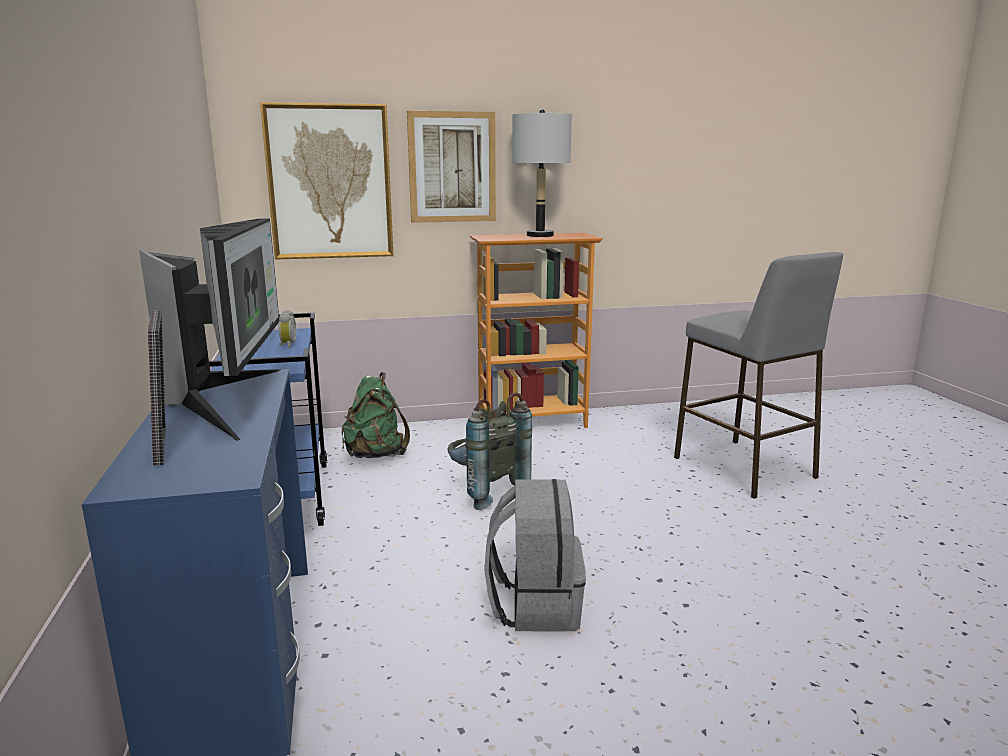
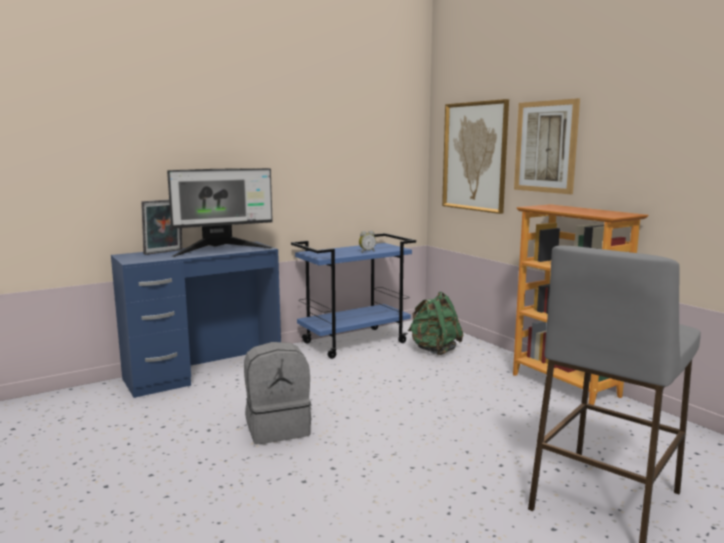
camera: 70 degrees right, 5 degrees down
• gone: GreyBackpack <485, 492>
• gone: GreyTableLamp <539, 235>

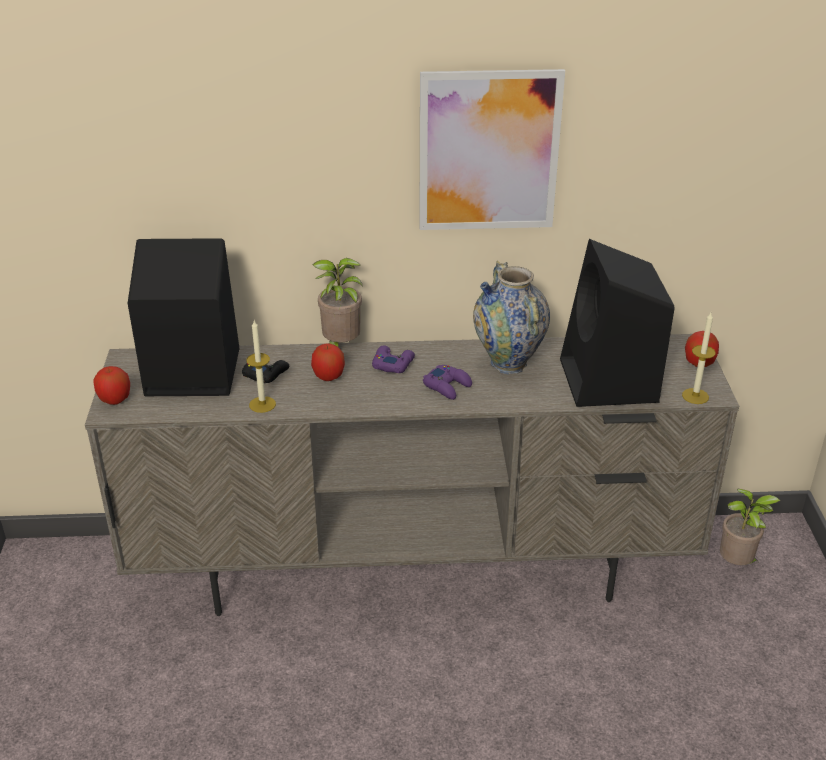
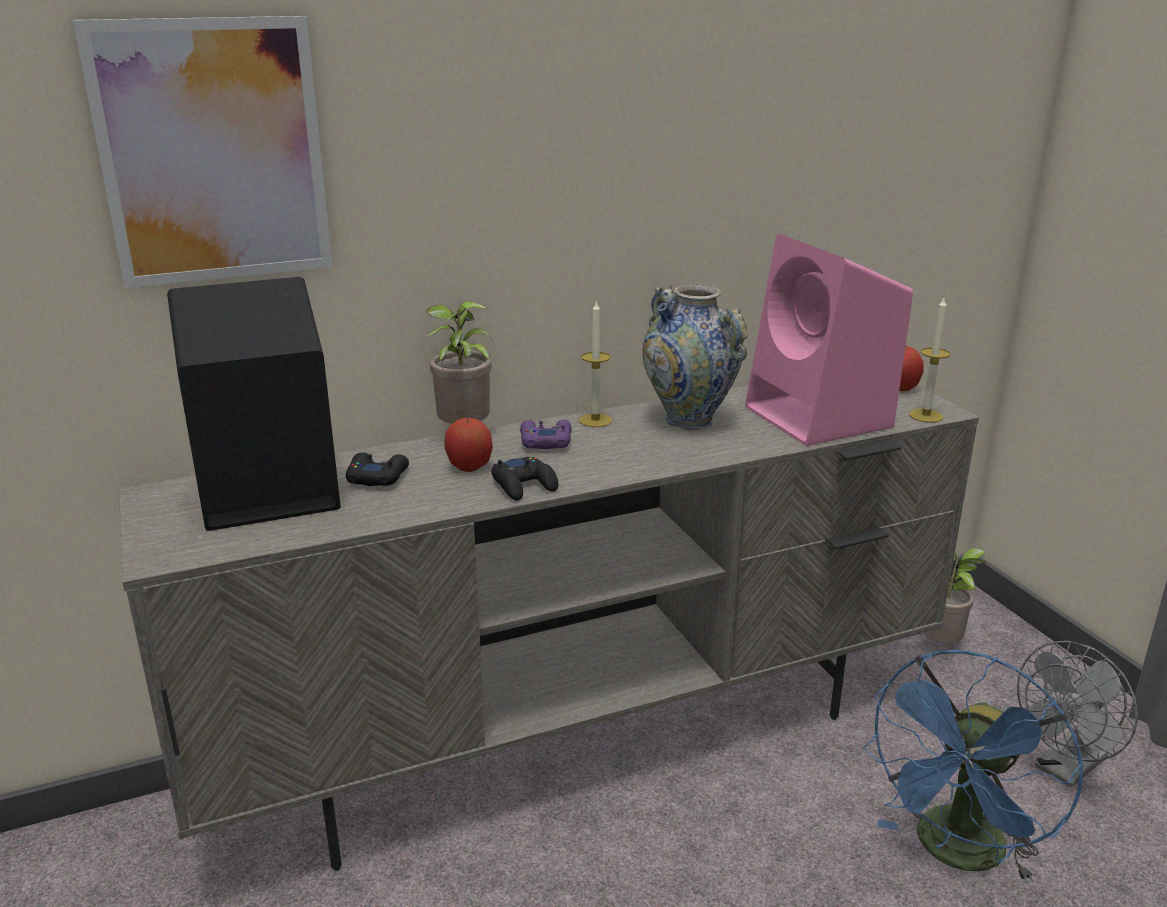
camera: 20 degrees left, 10 degrees down
• gone: Apple <114, 399>
• gone: PurpleGameController <447, 386>
• new: BlackGameController <524, 485>
• new: BlueFan <957, 854>
• new: GreyFan <1065, 769>
• shifted: Candle <262, 404> to <595, 420>
• shifted: Picture <488, 151> to <213, 153>
• repainted: BlackSpeaker <610, 382> to PinkSpeaker <821, 418>

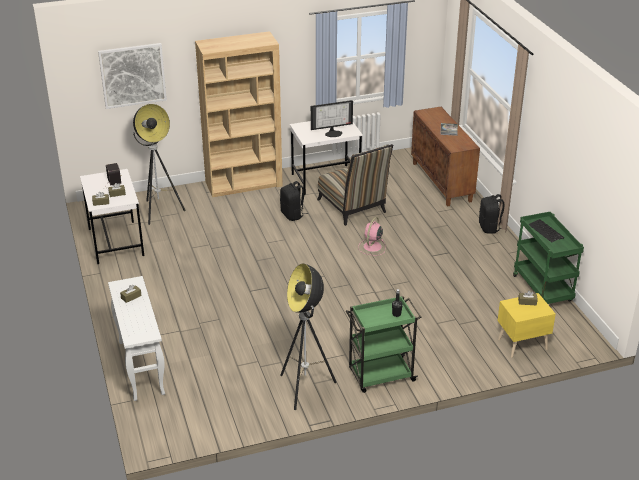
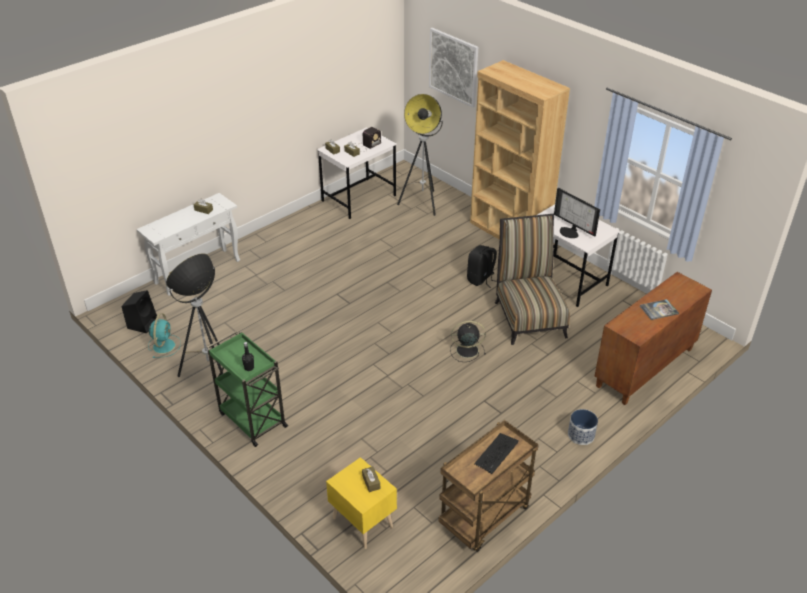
camera: 65 degrees right, 5 degrees up
• new: BlackSpeaker <143, 323>
• new: TurquoiseFan <164, 345>
• swapped: BlackBackpack <489, 228> to Planter <581, 435>
• repainted: PinkFan <372, 247> to BlackFan <466, 350>
• repainted: GreenCart <543, 289> to BrownCart <484, 518>
• rotated: Chair <353, 208> = <528, 316> 135 degrees clockwise

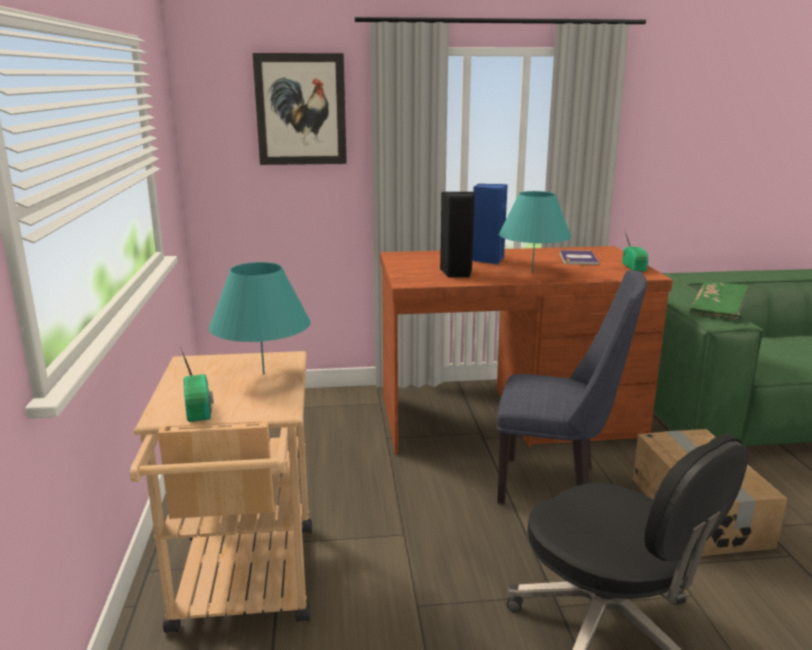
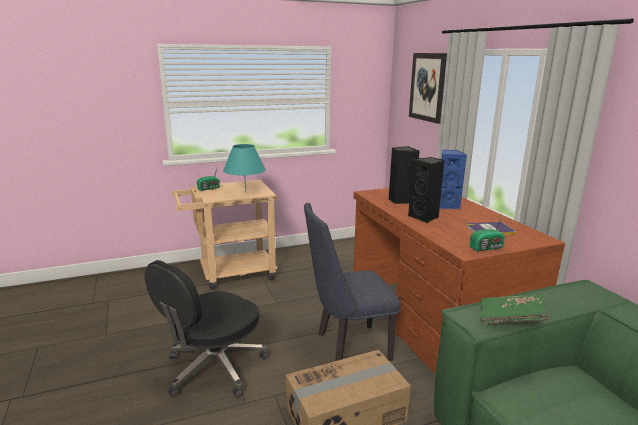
camera: 75 degrees right, 0 degrees up
• swapped: TurquoiseTableLamp <532, 273> to BlackSpeaker <424, 217>
• rotated: BlueChair <557, 486> = <347, 348> 75 degrees clockwise

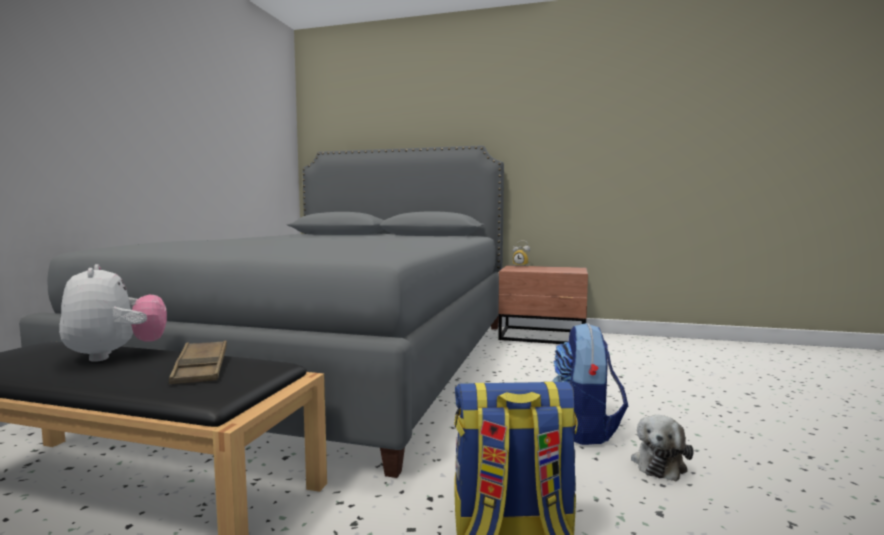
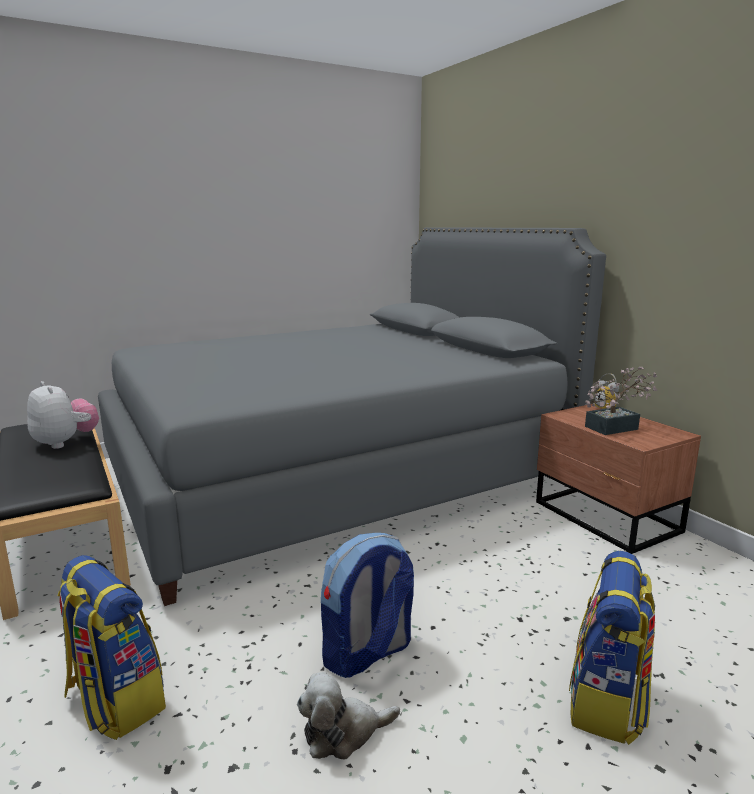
camera: 45 degrees right, 10 degrees up
• gone: BrownTray <201, 368>
• new: Backpack <607, 702>
• new: PottedPlant <616, 427>
• rotated: PlushToy <116, 355> = <65, 443> 60 degrees counterclockwise

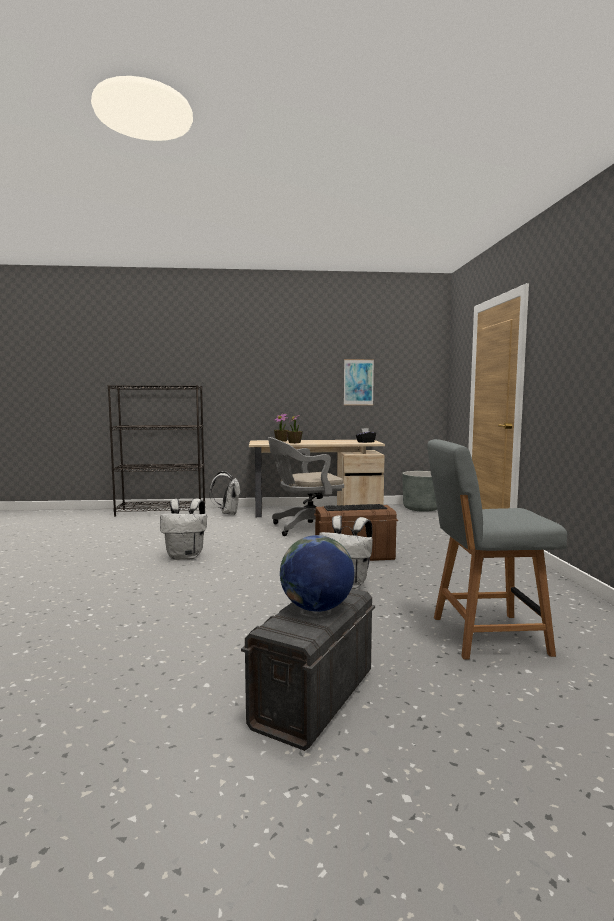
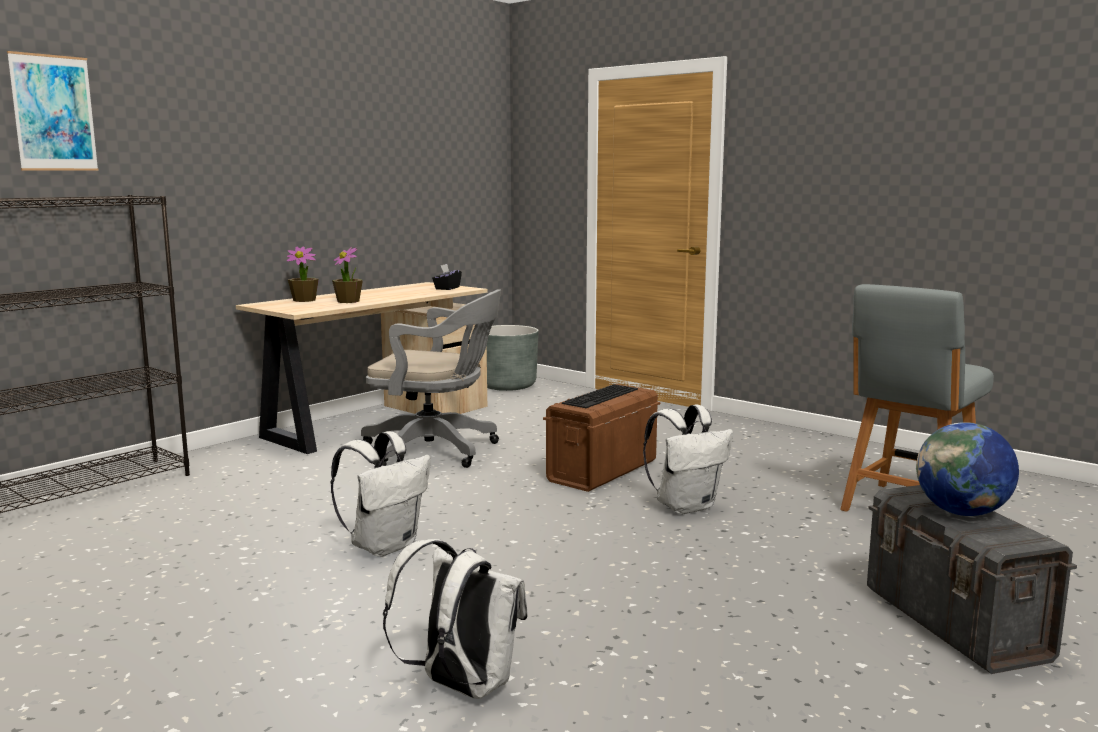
camera: 45 degrees left, 5 degrees up
• shifted: WhiteBackpack <228, 513> to <461, 686>
• shifted: Picture <358, 382> to <54, 113>
• rotated: GreyOfficeChair <306, 528> = <437, 451> 105 degrees counterclockwise

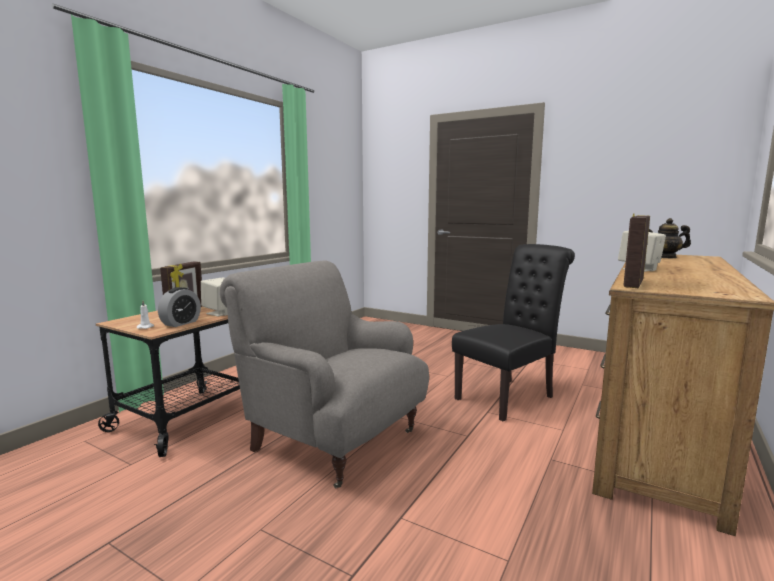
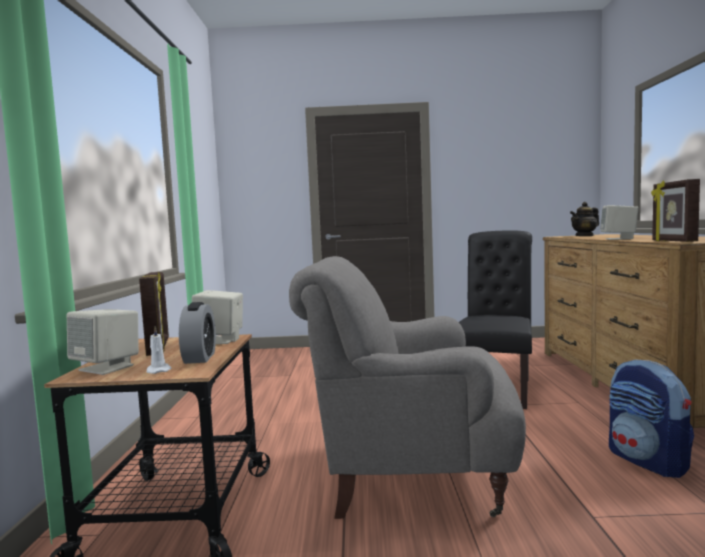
camera: 30 degrees left, 5 degrees down
• new: BeigeSpeaker <107, 368>
• new: Backpack <648, 461>

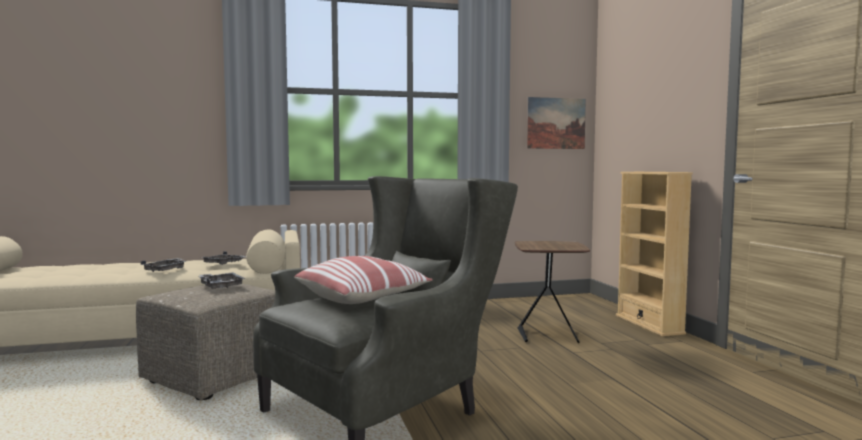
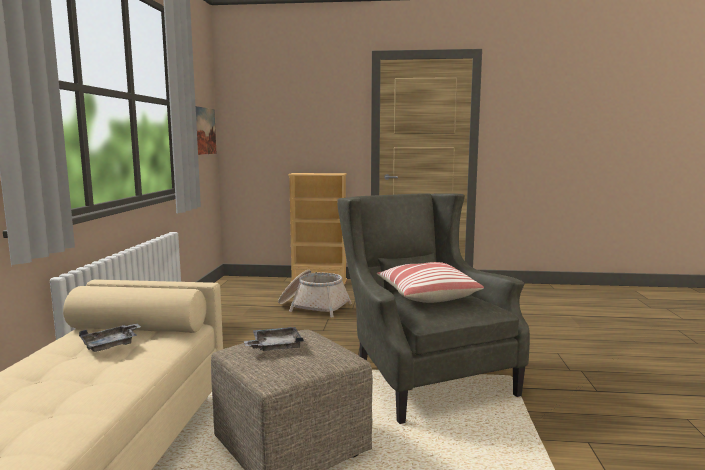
camera: 70 degrees left, 5 degrees up
• gone: GreyTray <166, 270>
• swapped: BrownSideTable <549, 336> to Basket <313, 307>

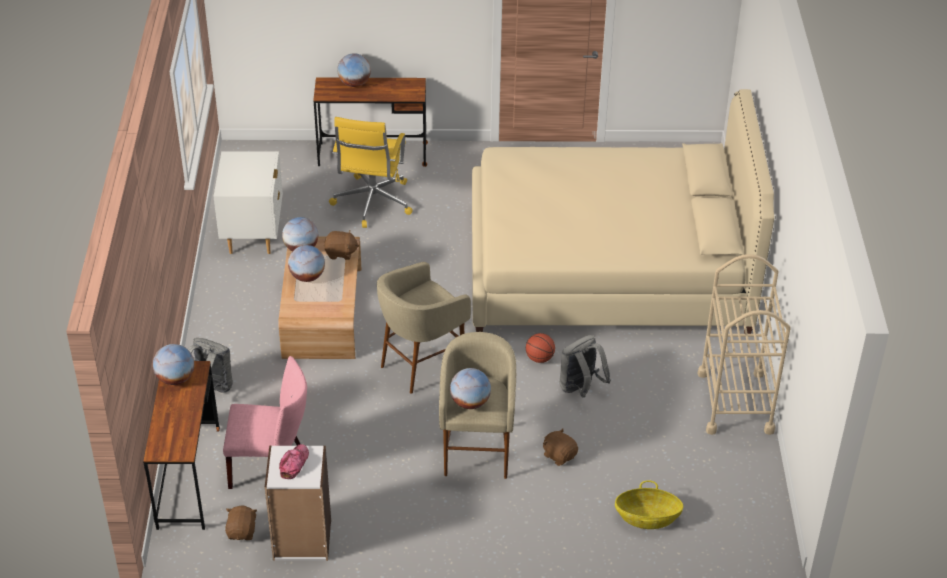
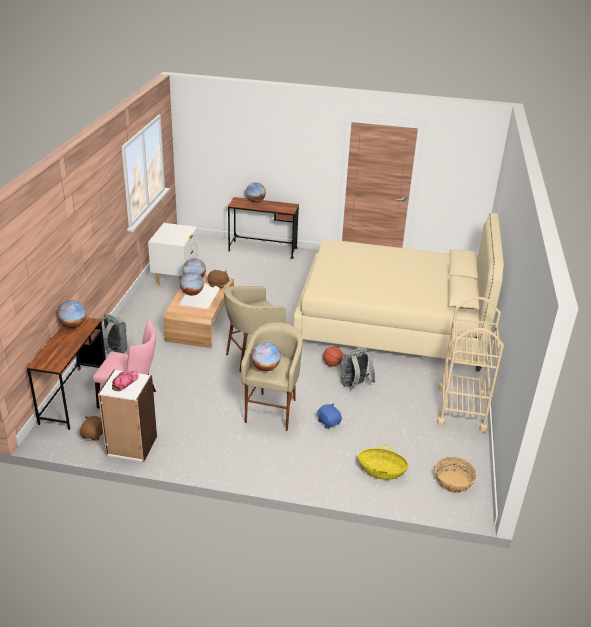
camera: 10 degrees right, 10 degrees down
• gone: YellowOfficeChair <372, 203>
• new: Basket <453, 482>
• repainted: BrownPlushToy <559, 455> to BluePlushToy <328, 422>

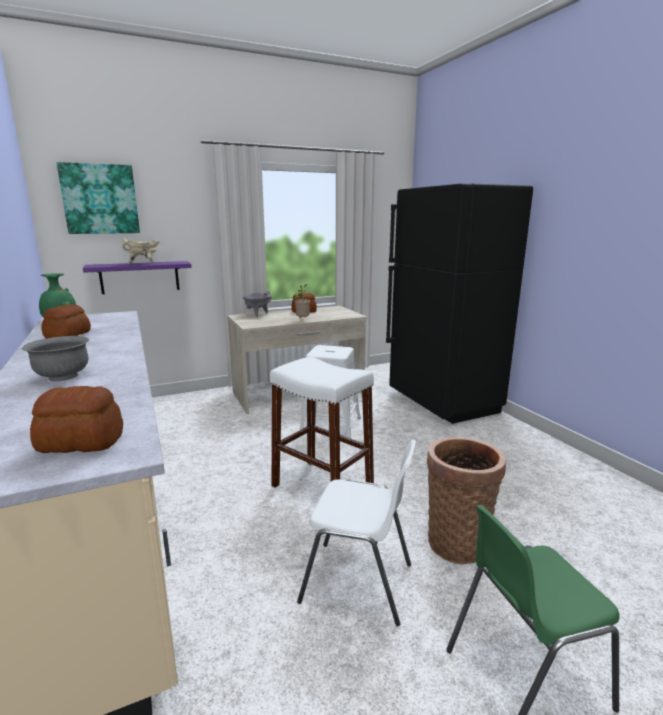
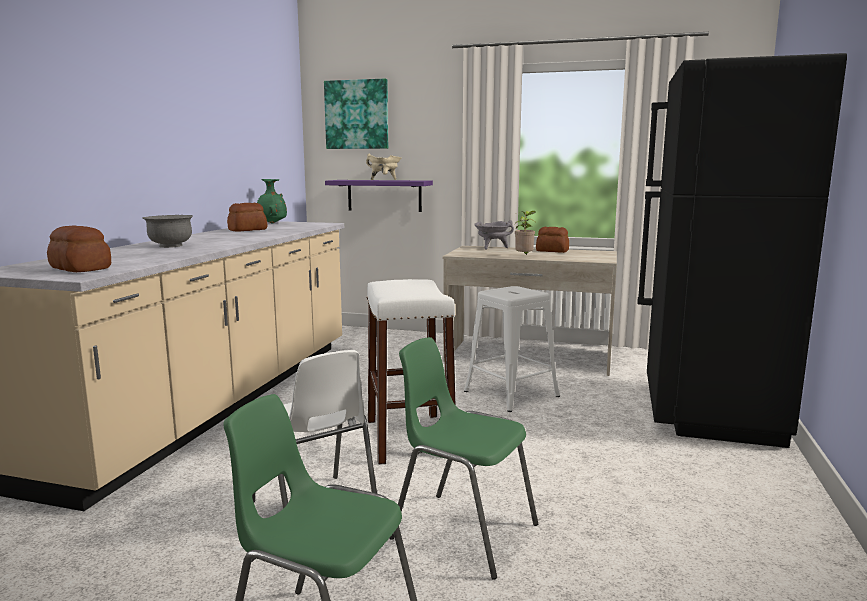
camera: 40 degrees right, 5 degrees down
• swapped: Basket <457, 541> to GreenChair <462, 531>

